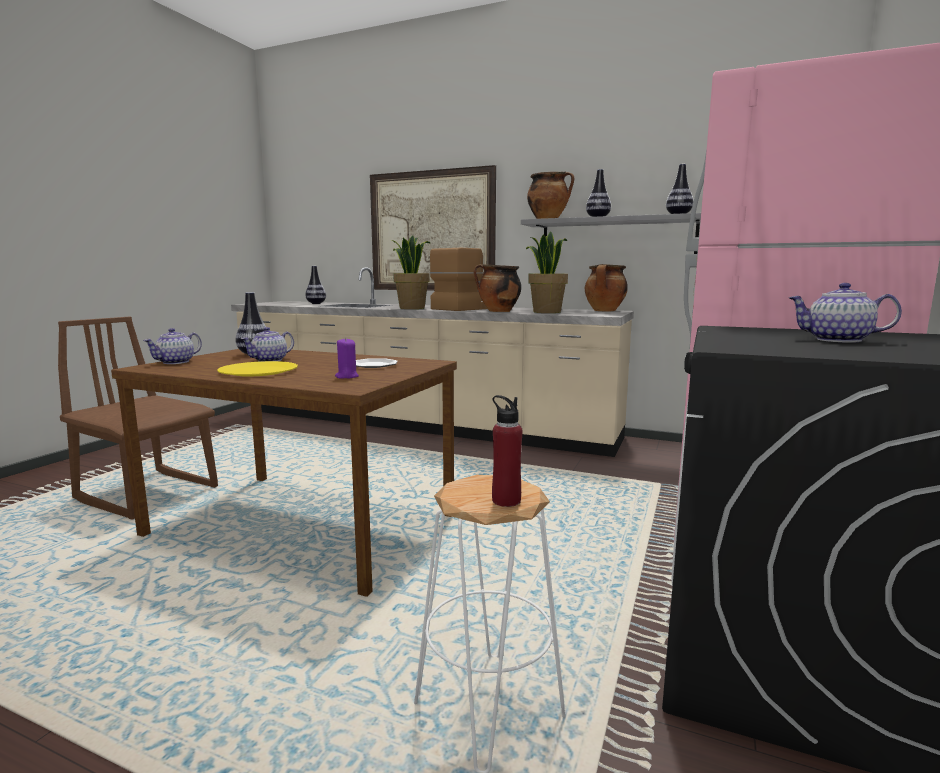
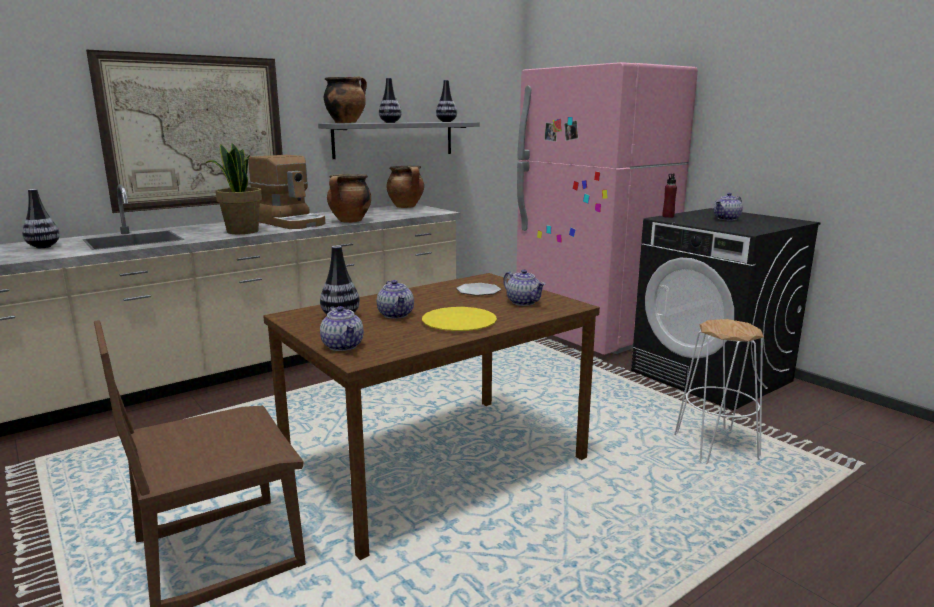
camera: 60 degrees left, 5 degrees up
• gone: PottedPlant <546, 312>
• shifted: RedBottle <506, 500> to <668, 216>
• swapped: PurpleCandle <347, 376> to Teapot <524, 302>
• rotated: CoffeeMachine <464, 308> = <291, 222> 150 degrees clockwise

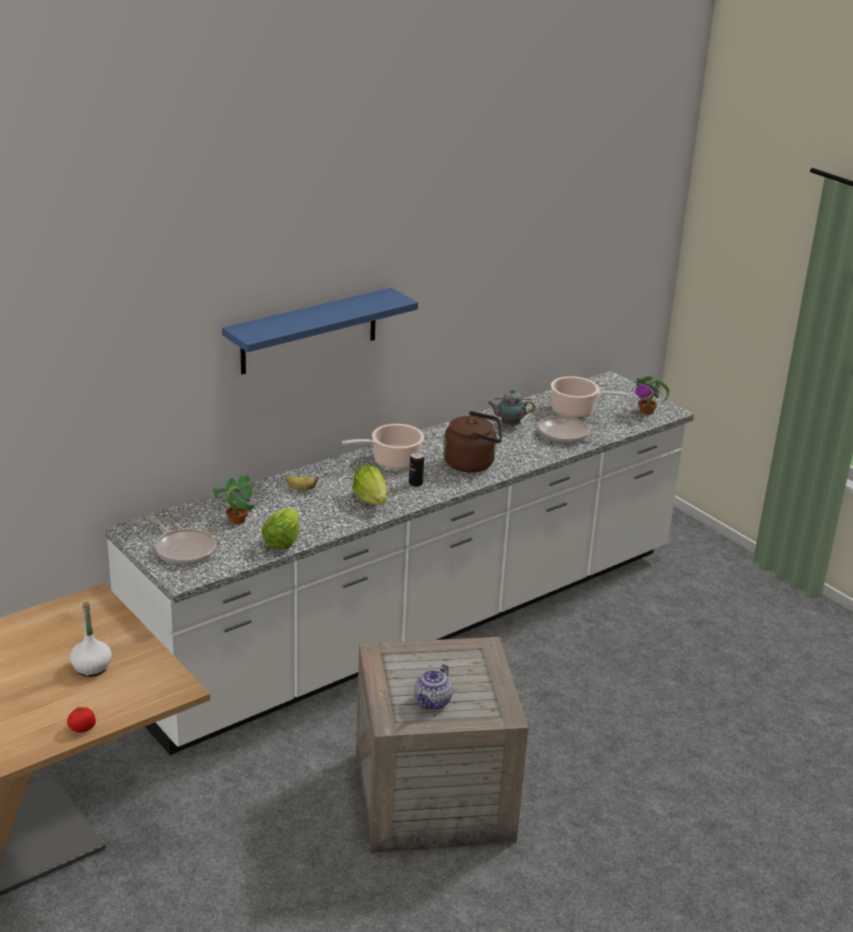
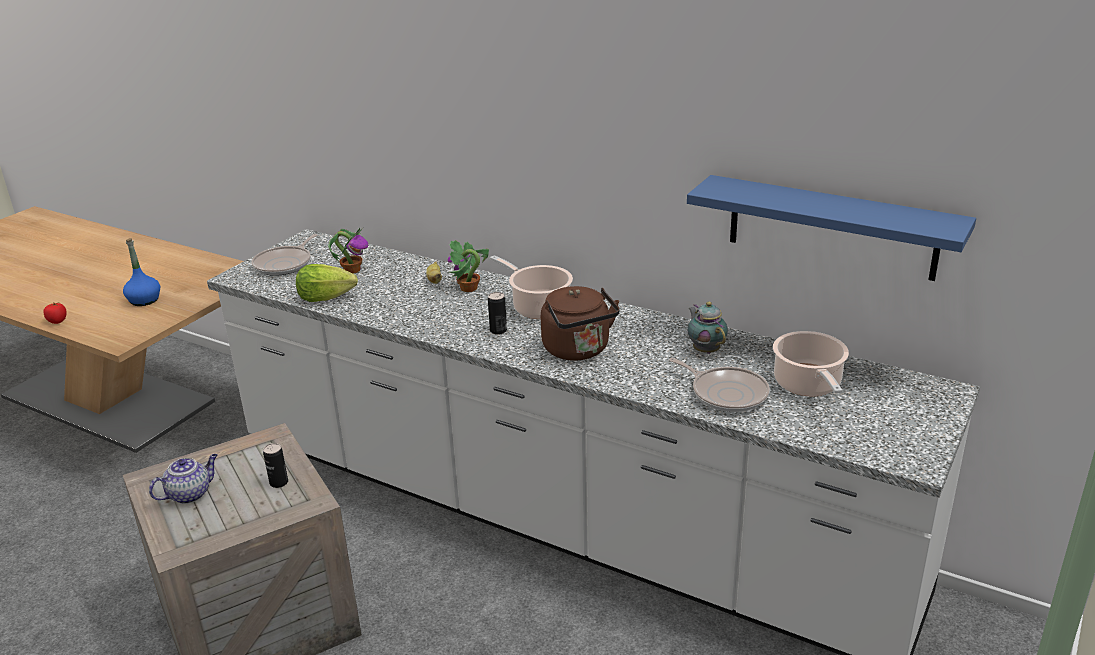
camera: 70 degrees right, 0 degrees up
• gone: Lettuce <371, 499>
• new: Can <279, 483>
• shifted: BlueShelf <309, 331> to <831, 227>
• shifted: PottedPlant <647, 411> to <468, 288>
• repainted: WhiteBottle <91, 668> to BlueBottle <144, 300>
• rotated: Teapot <432, 702> = <190, 494> 135 degrees clockwise
• rotated: FryingPan <566, 435> = <726, 393> 135 degrees clockwise

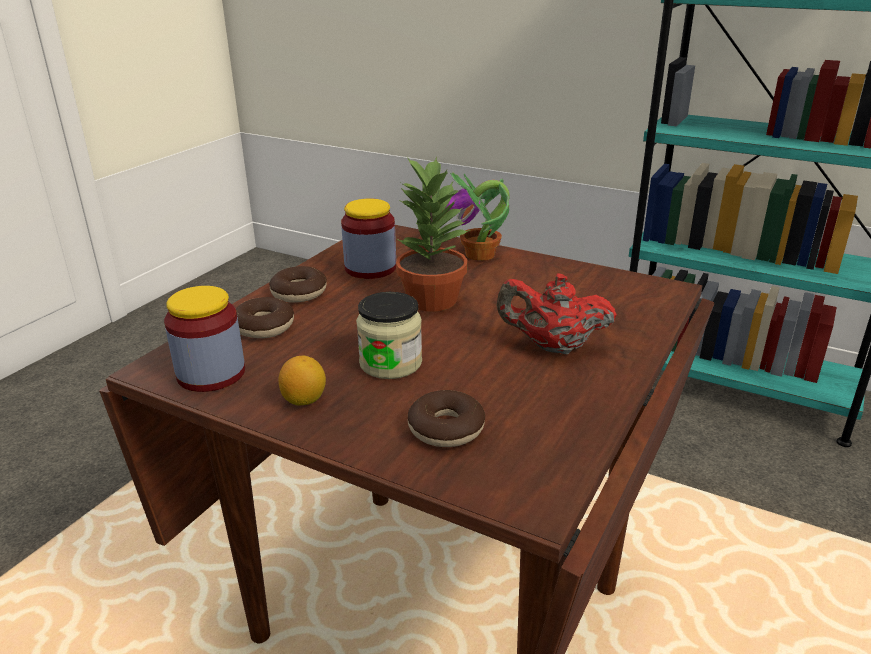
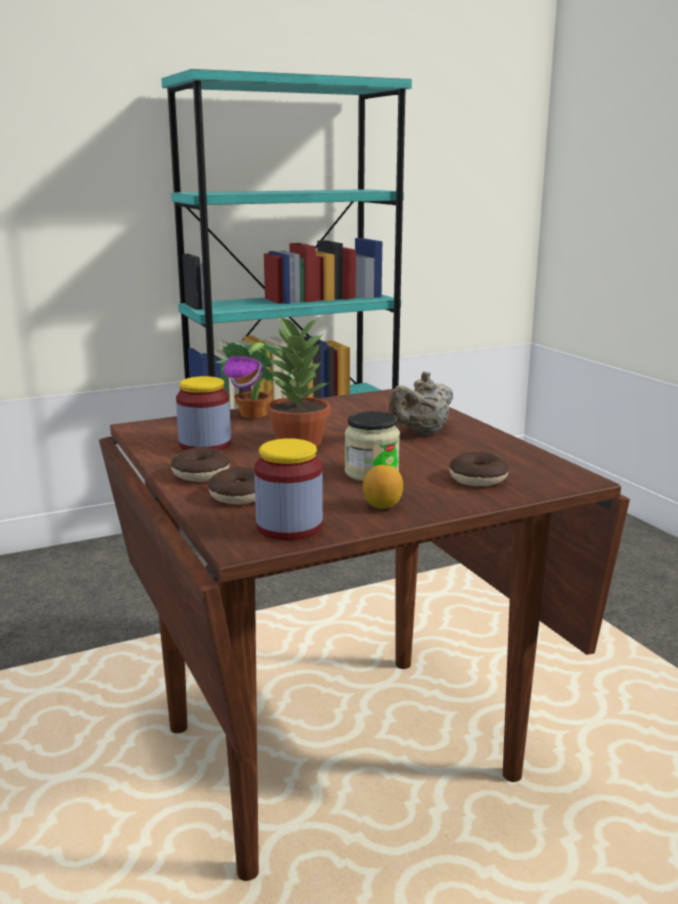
camera: 55 degrees left, 10 degrees down
• repainted: RedTeapot <552, 347> to BeigeTeapot <421, 433>

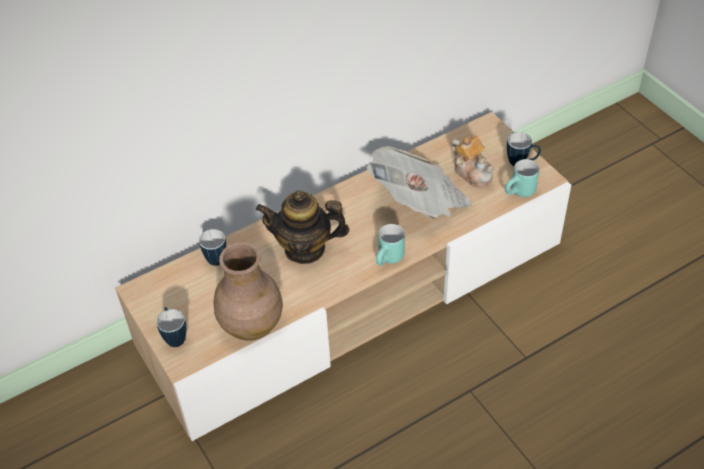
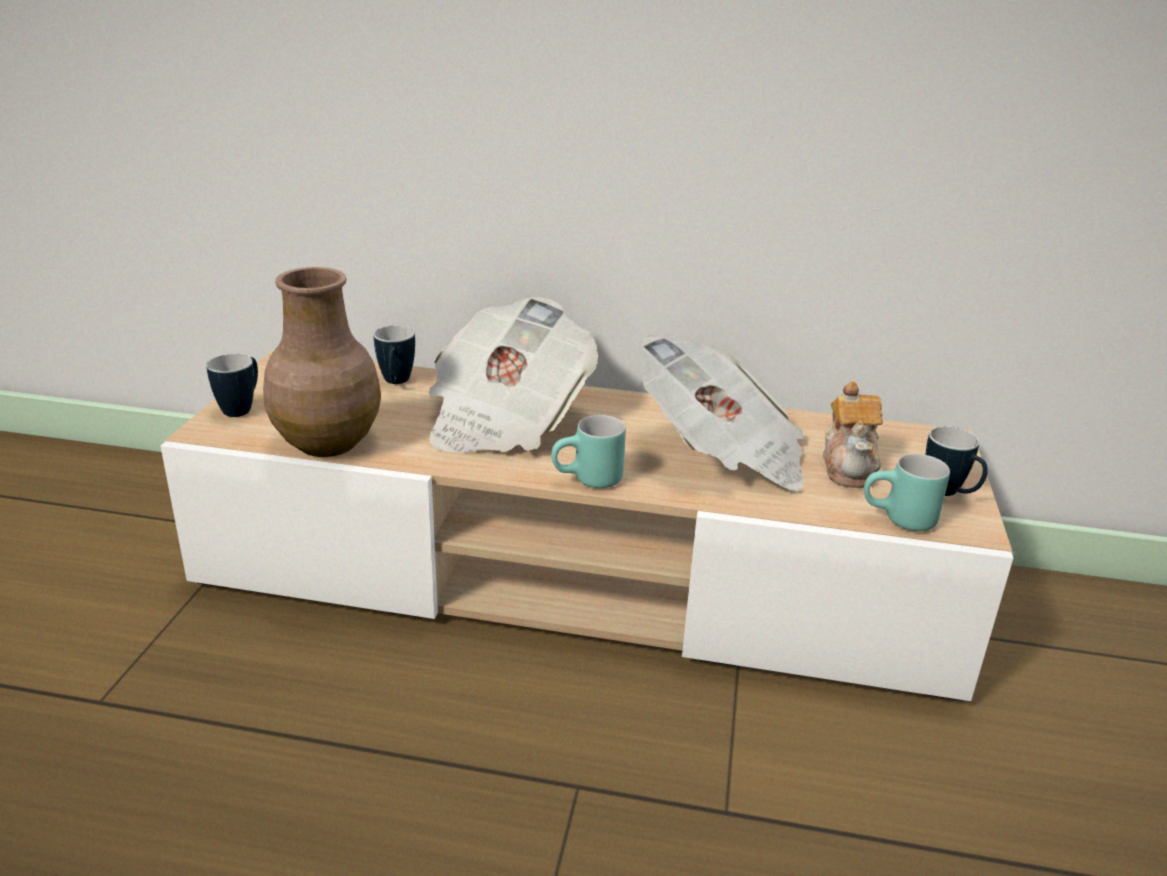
camera: 40 degrees right, 20 degrees down
• swapped: Teapot <305, 249> to Newspaper <504, 419>

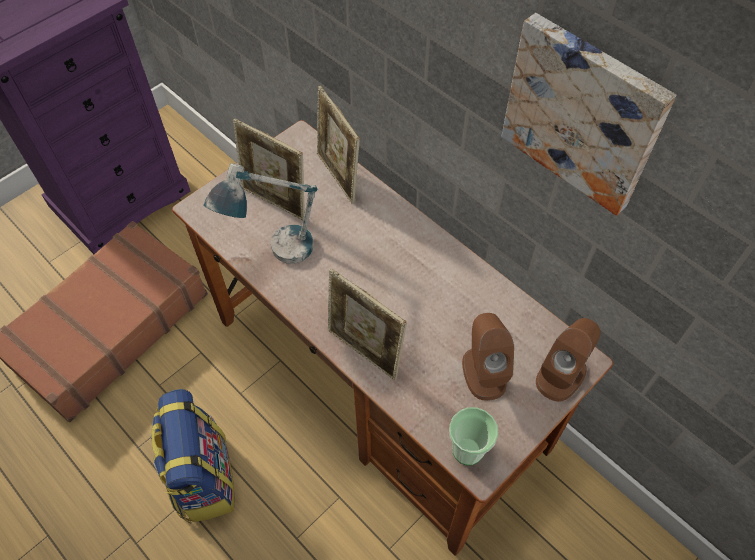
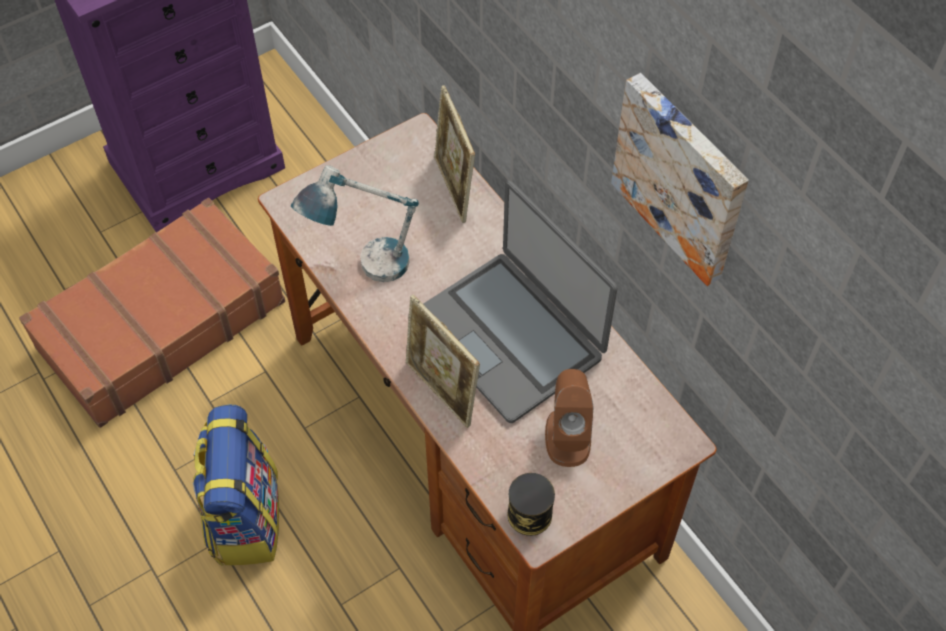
camera: 10 degrees right, 0 degrees up
• gone: PictureFrame <275, 201>
• gone: BrownSpeaker <561, 374>
• new: Laptop <510, 336>
• swapped: Cup <467, 450> to Can <529, 514>

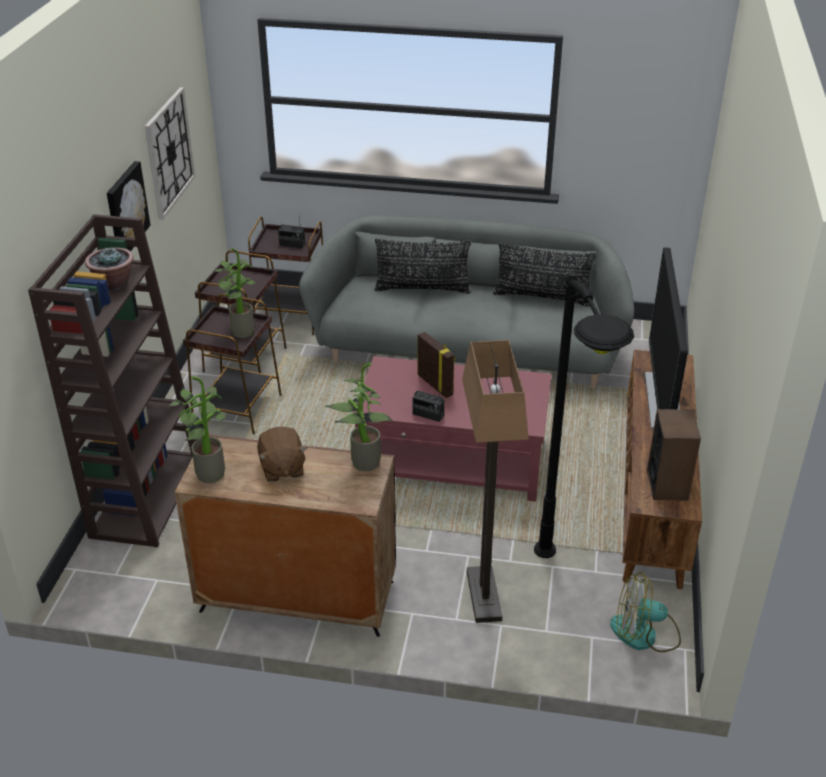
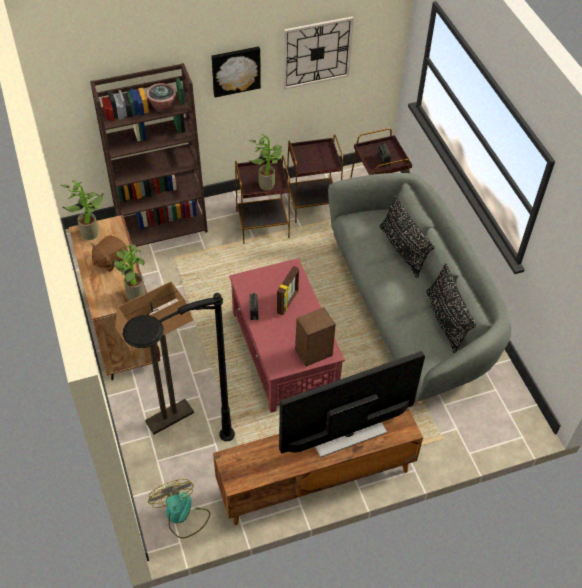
camera: 60 degrees right, 15 degrees up
• shifted: Speaker <667, 484> to <314, 352>

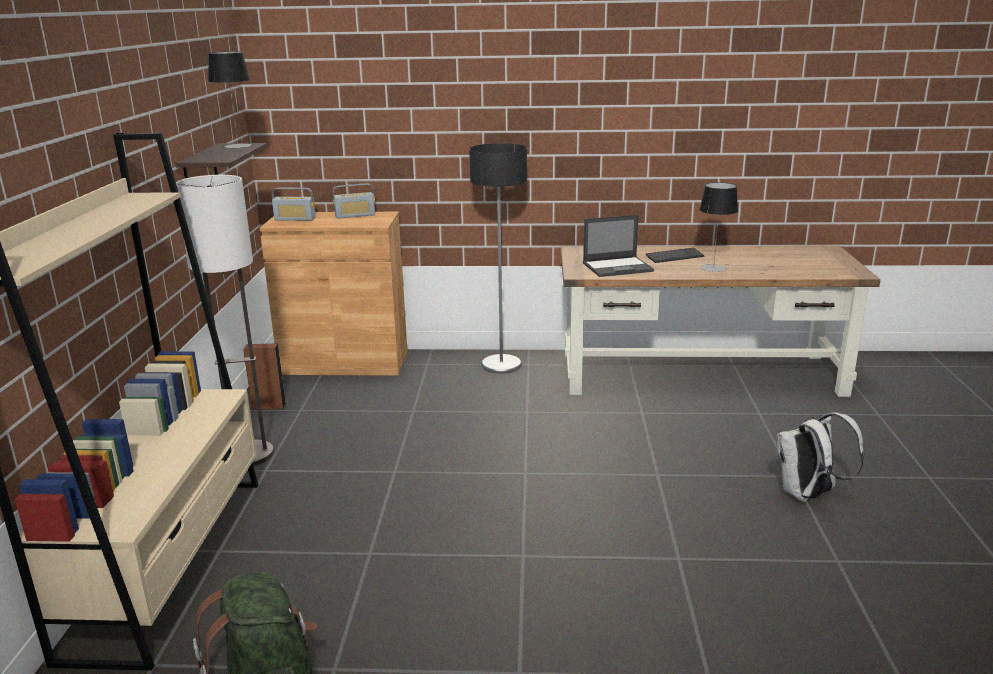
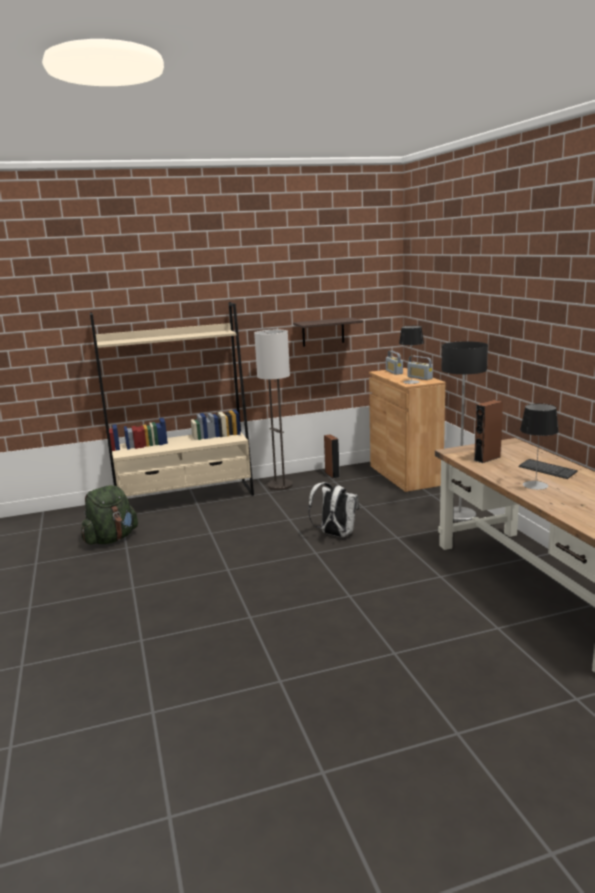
camera: 70 degrees right, 5 degrees down
• shifted: TableLamp <238, 146> to <411, 382>
• shifted: WhiteBackpack <808, 495> to <335, 535>
• swapped: Laptop <618, 267> to BrownSpeaker <487, 458>

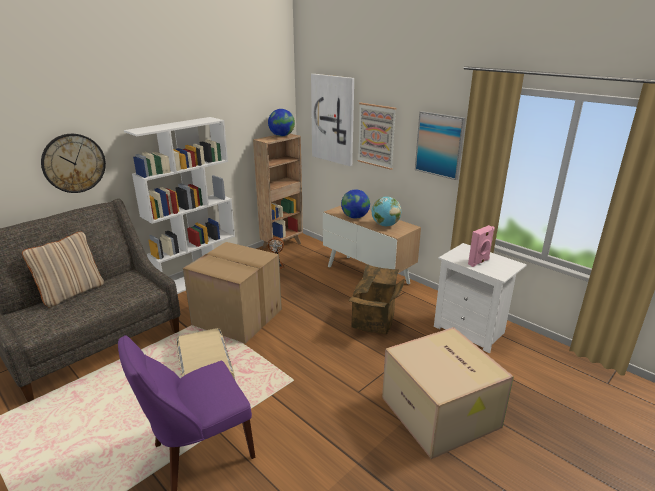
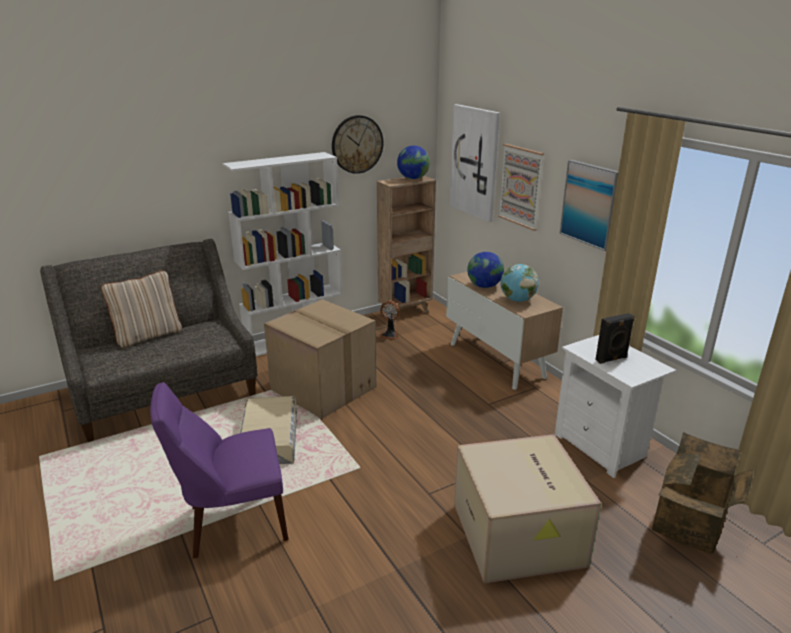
camera: 15 degrees right, 0 degrees up
• shifted: WallClock <74, 163> to <357, 144>
• shifted: CardboardBox <375, 322> to <690, 527>
• repainted: PinkSpeaker <479, 262> to BlackSpeaker <612, 359>

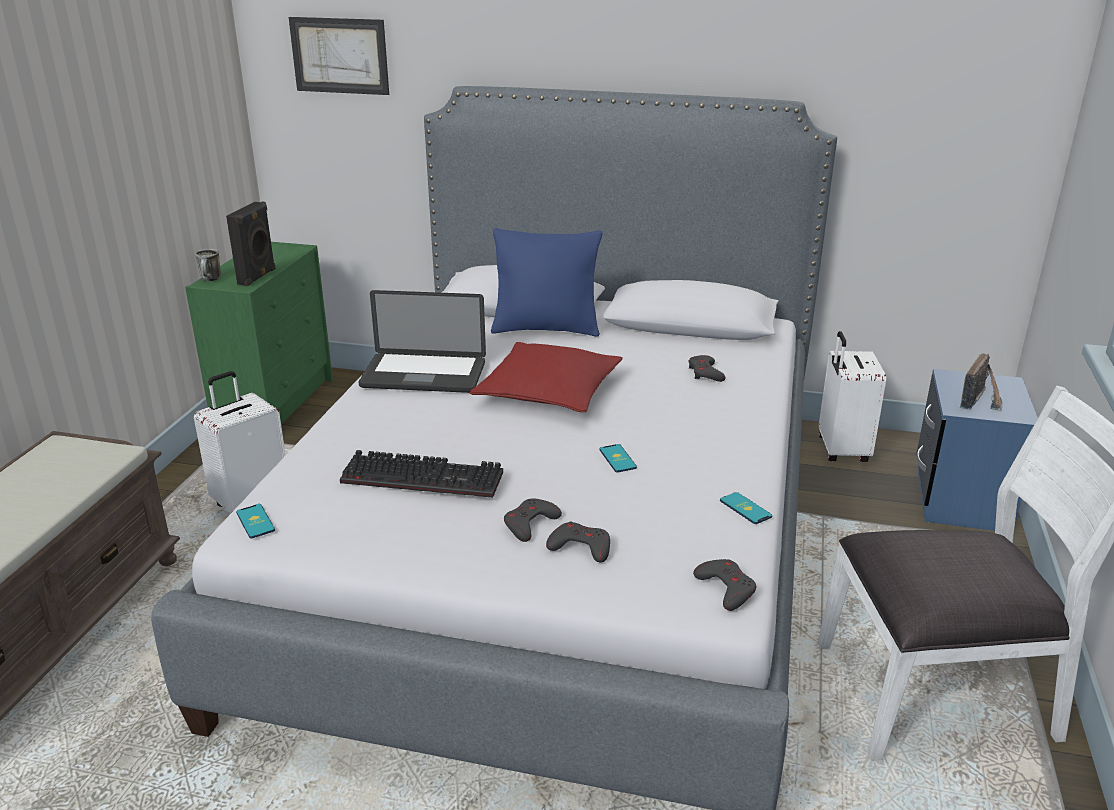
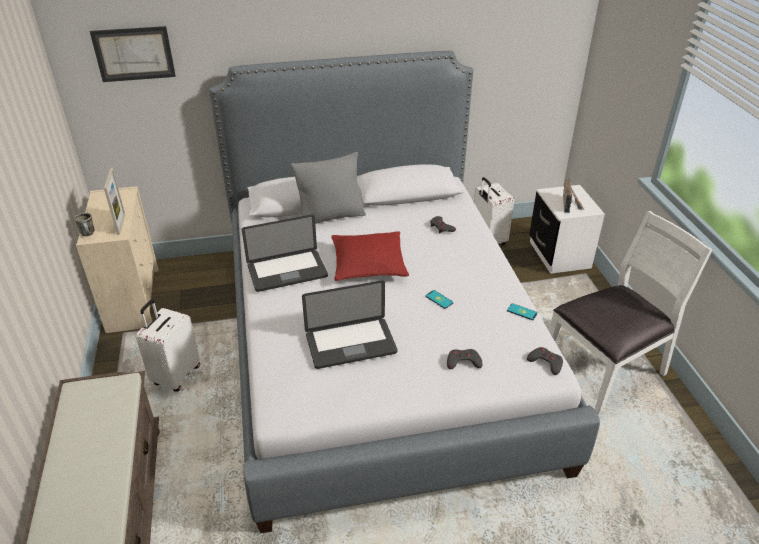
camera: 25 degrees left, 10 degrees up
• gone: Phone <255, 521>
• gone: GreyGameController <530, 524>
• swapped: BlackSpeaker <258, 277> to PictureFrame <121, 224>
• swapped: Keyboard <426, 477> to Laptop <351, 344>
• repainted: GreenDresser <276, 404> to BeigeDresser <133, 299>
• repainted: BluePillow <546, 329> to GreyPillow <331, 217>
• repainted: BlueNightstand <961, 499> to WhiteNightstand <559, 255>

